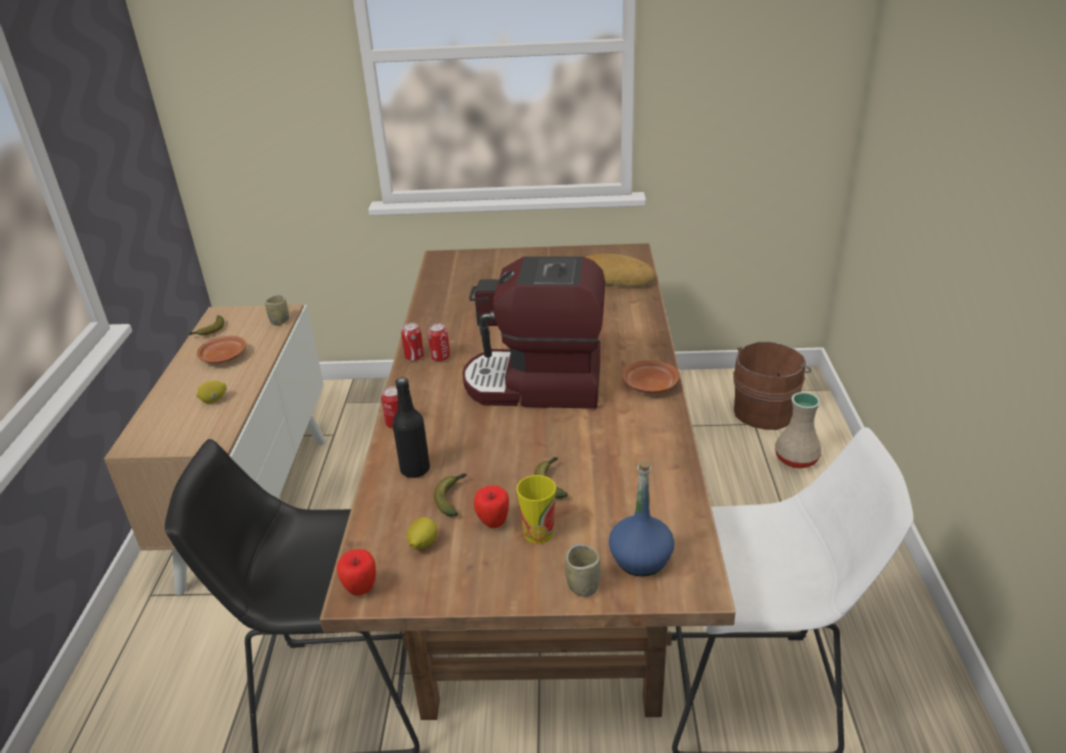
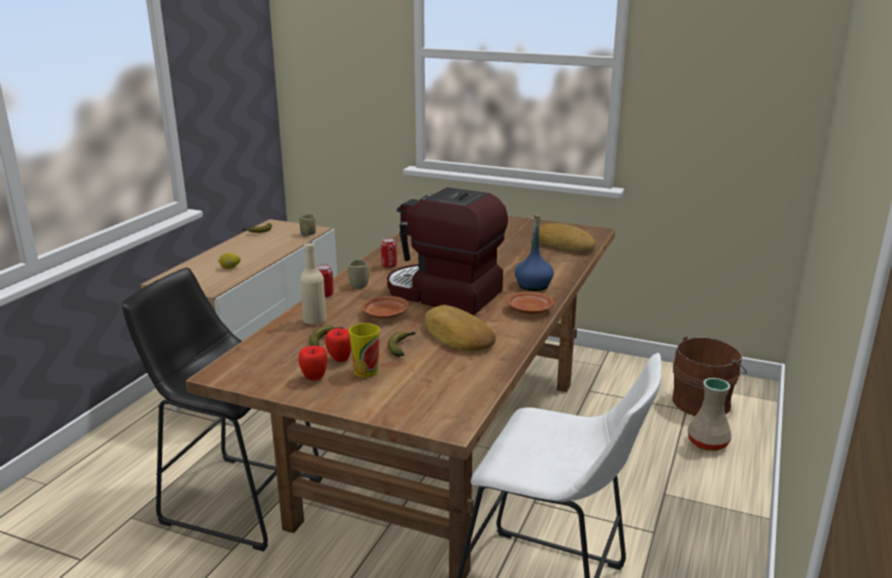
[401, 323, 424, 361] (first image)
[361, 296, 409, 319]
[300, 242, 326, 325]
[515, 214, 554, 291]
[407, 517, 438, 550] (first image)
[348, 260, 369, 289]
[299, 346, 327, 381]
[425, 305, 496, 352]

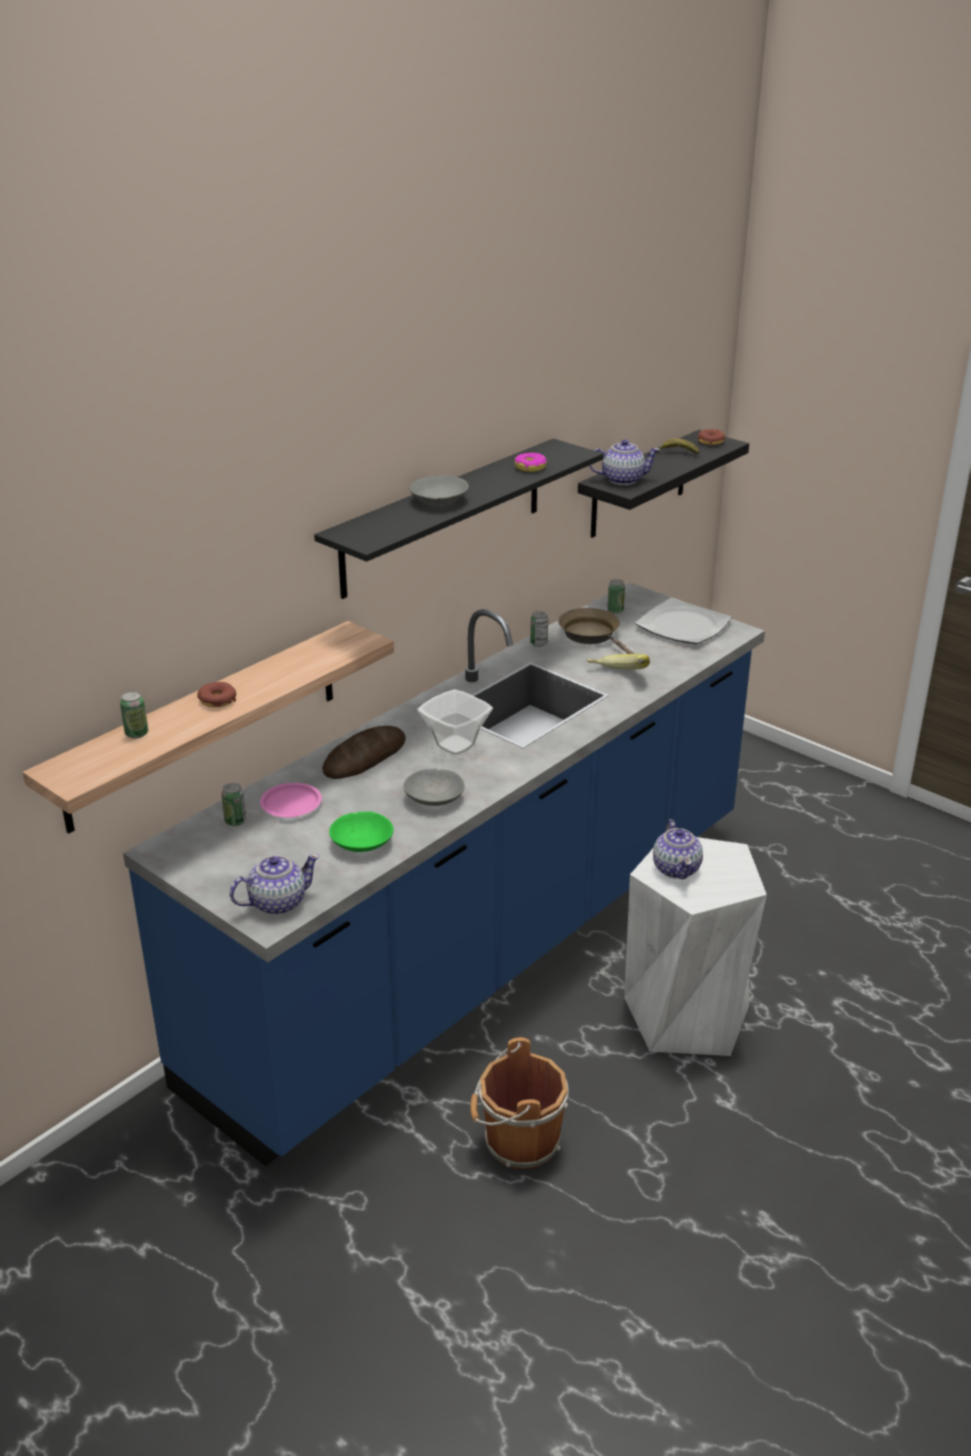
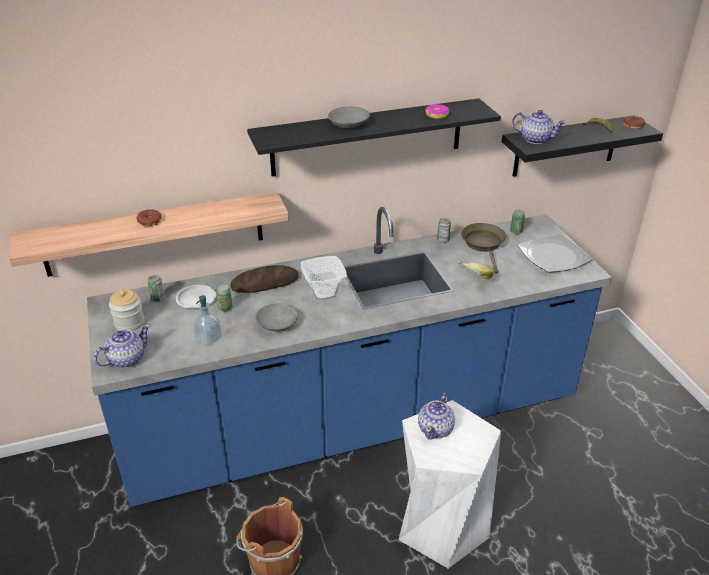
[216, 284, 233, 312]
[176, 284, 216, 308]
[192, 295, 222, 346]
[94, 324, 150, 368]
[109, 289, 145, 331]

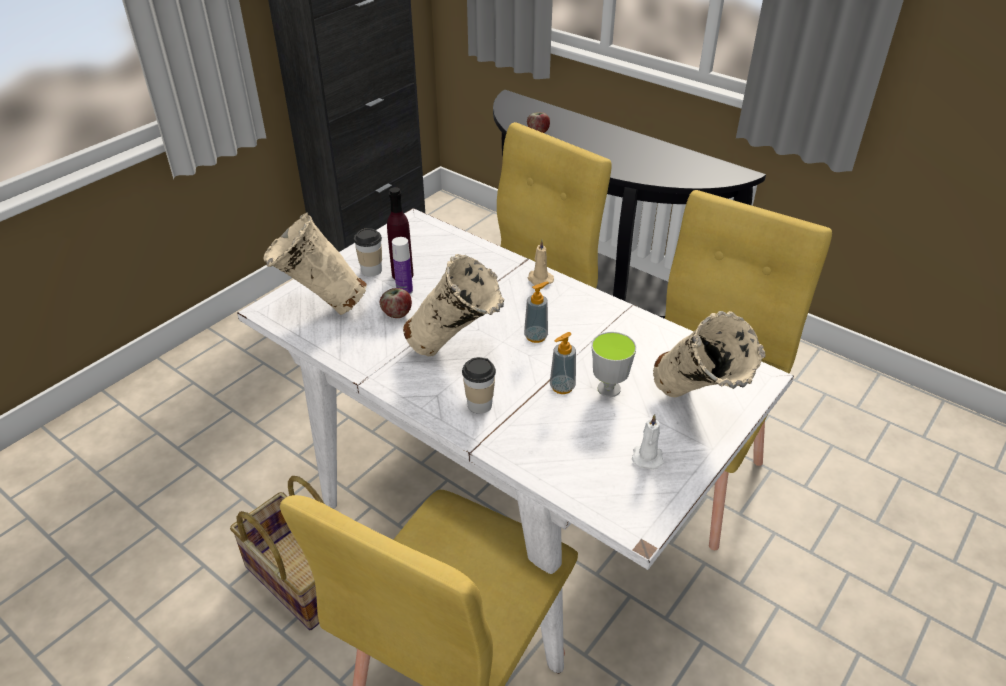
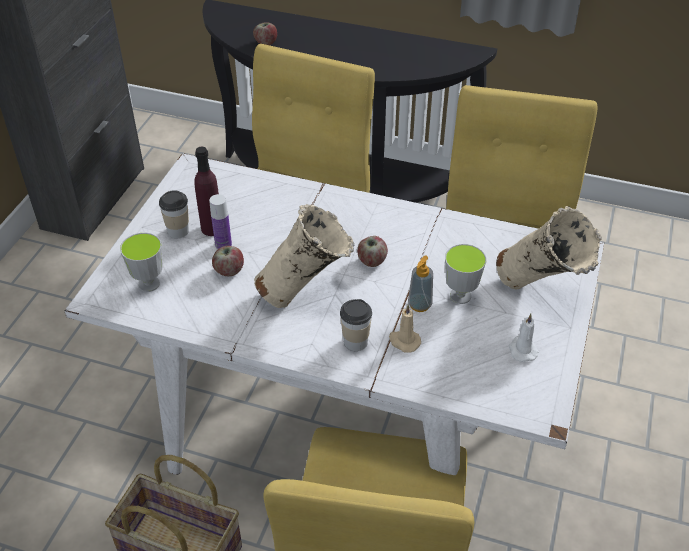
[120, 233, 162, 292]
[389, 305, 421, 353]
[357, 236, 388, 267]

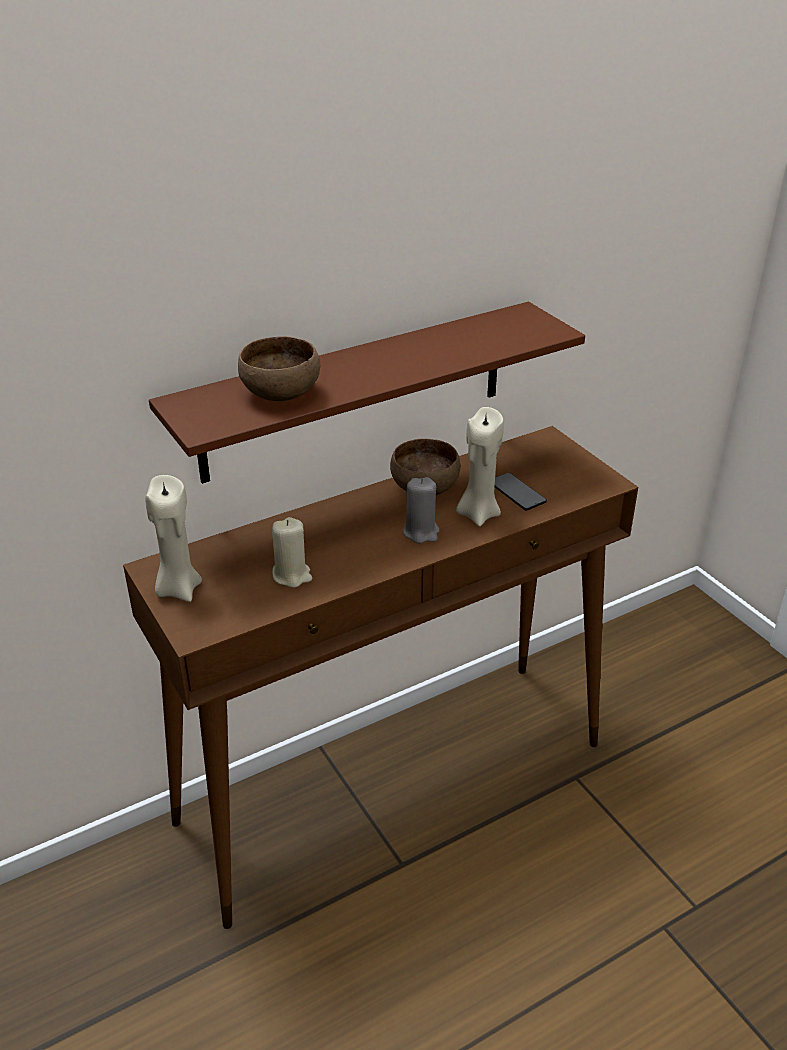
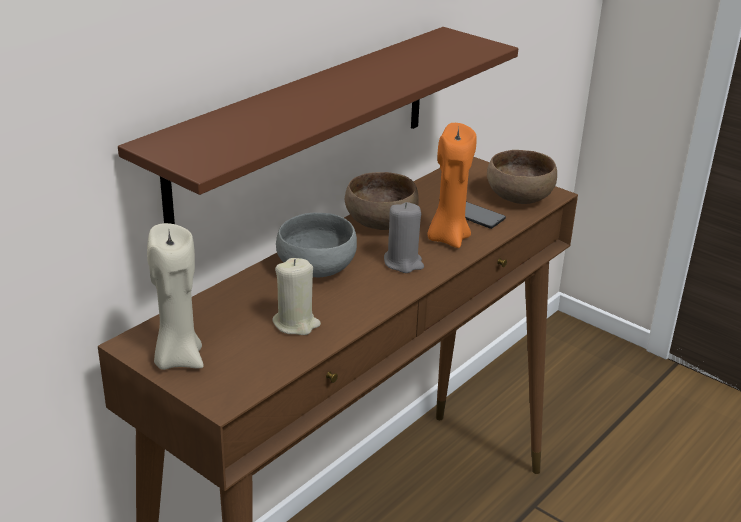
[487, 150, 557, 204]
[427, 123, 477, 248]
[276, 213, 357, 277]

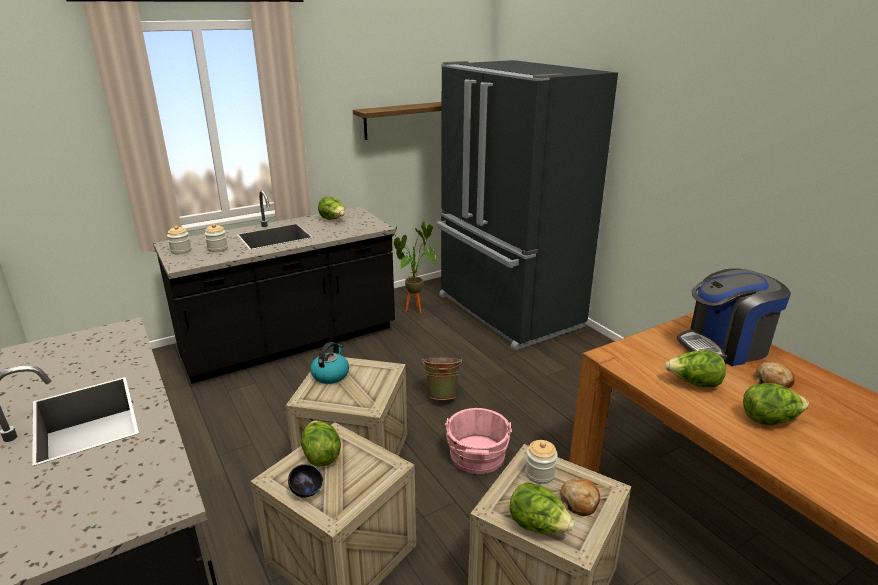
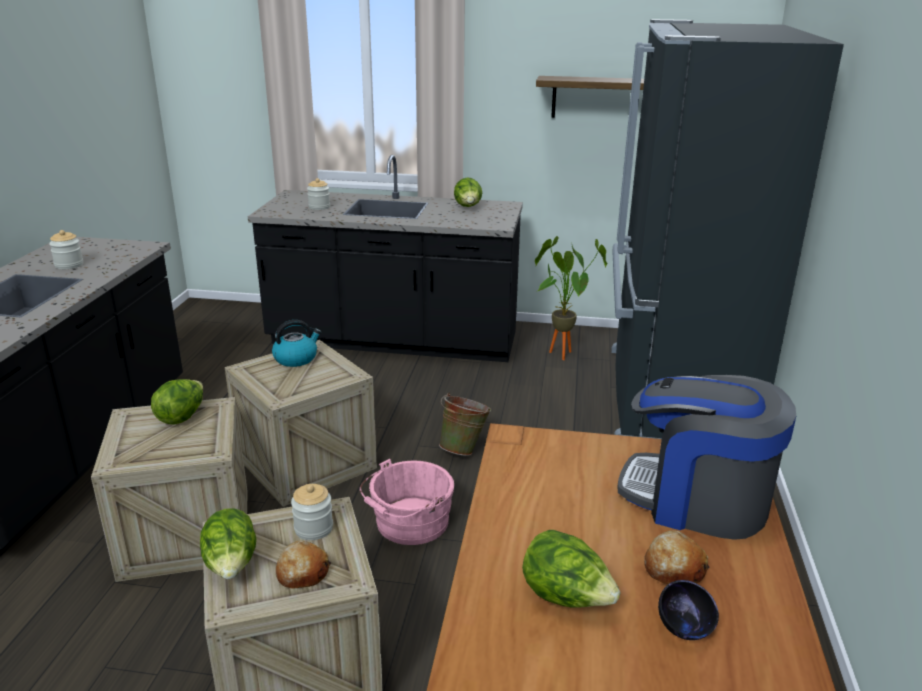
[49, 230, 83, 269]
[665, 350, 726, 387] (first image)
[658, 580, 719, 640]

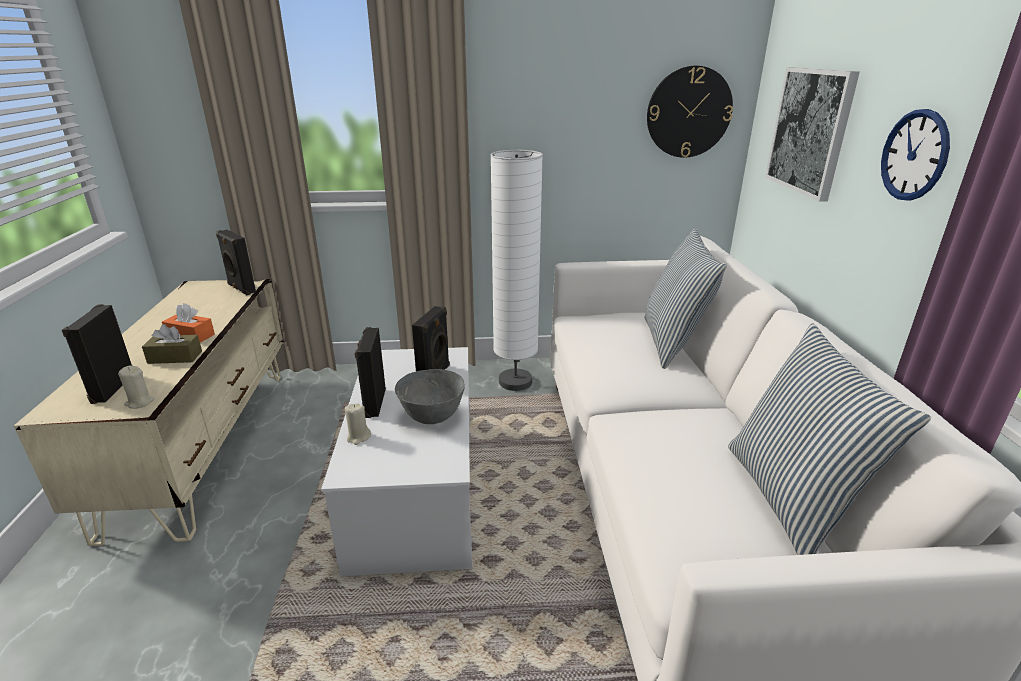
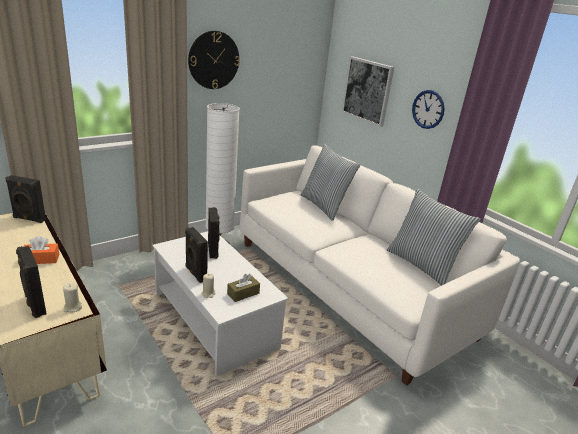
[188, 31, 240, 89]
[227, 274, 260, 302]
[395, 369, 465, 424] (first image)

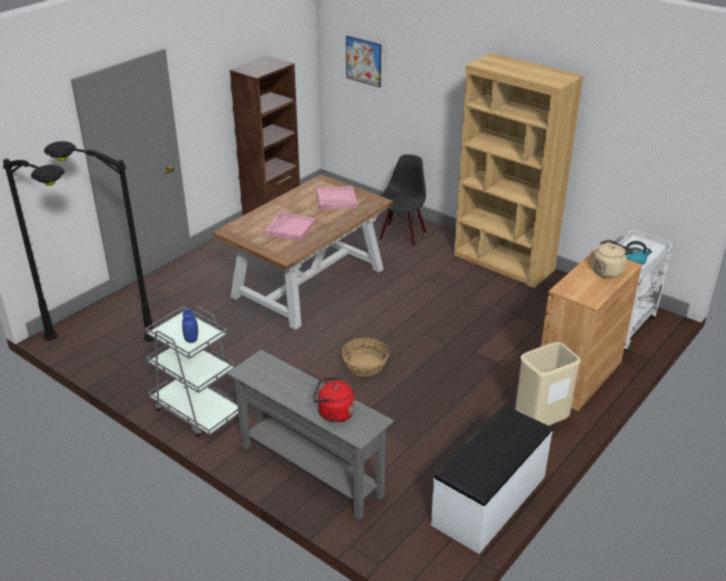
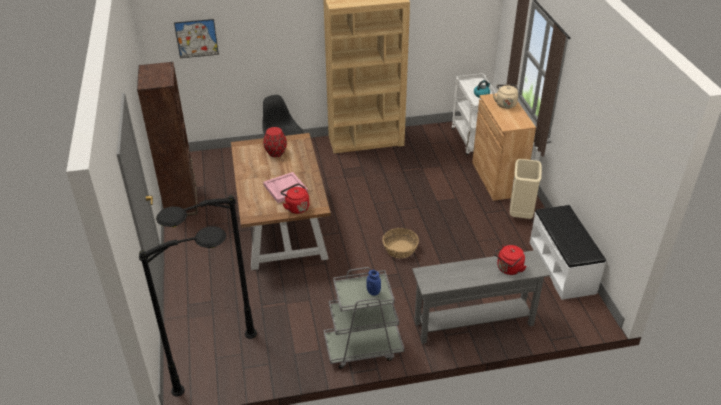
[263, 127, 287, 157]
[280, 183, 309, 214]

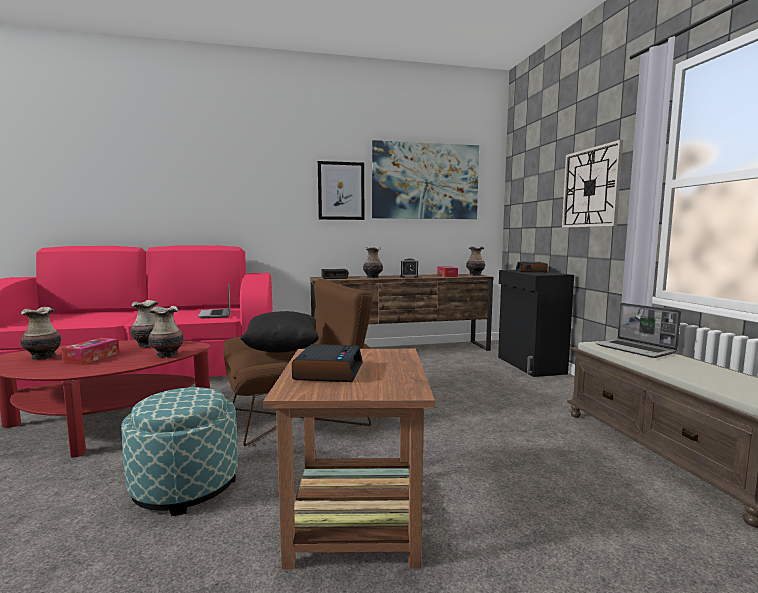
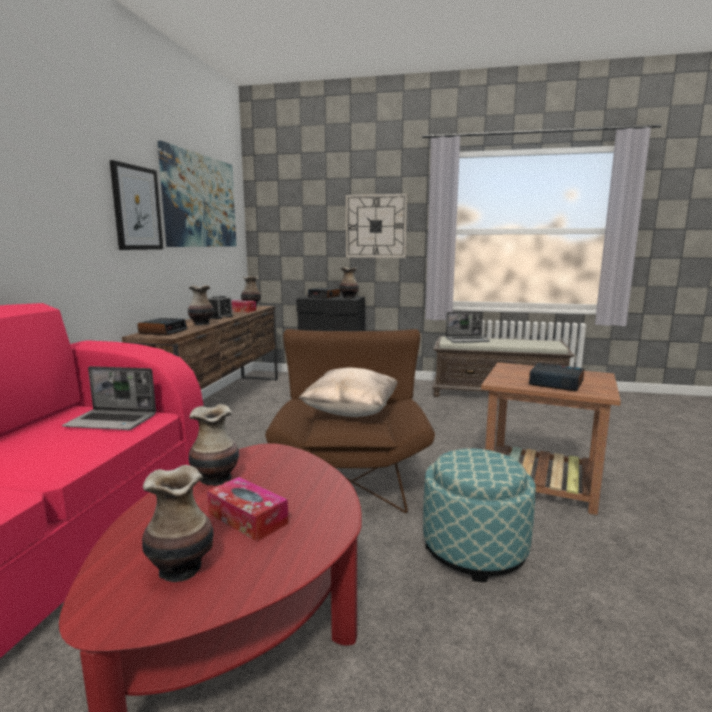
[339, 267, 359, 299]
[298, 368, 398, 417]

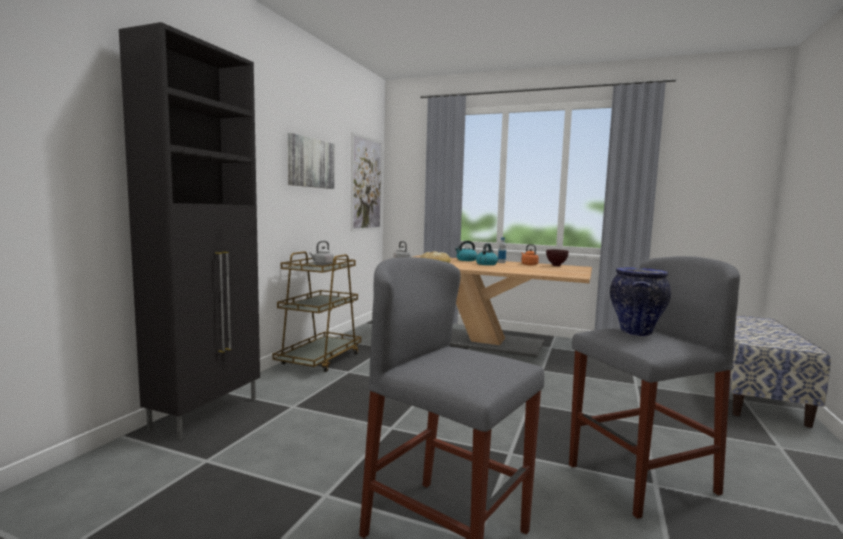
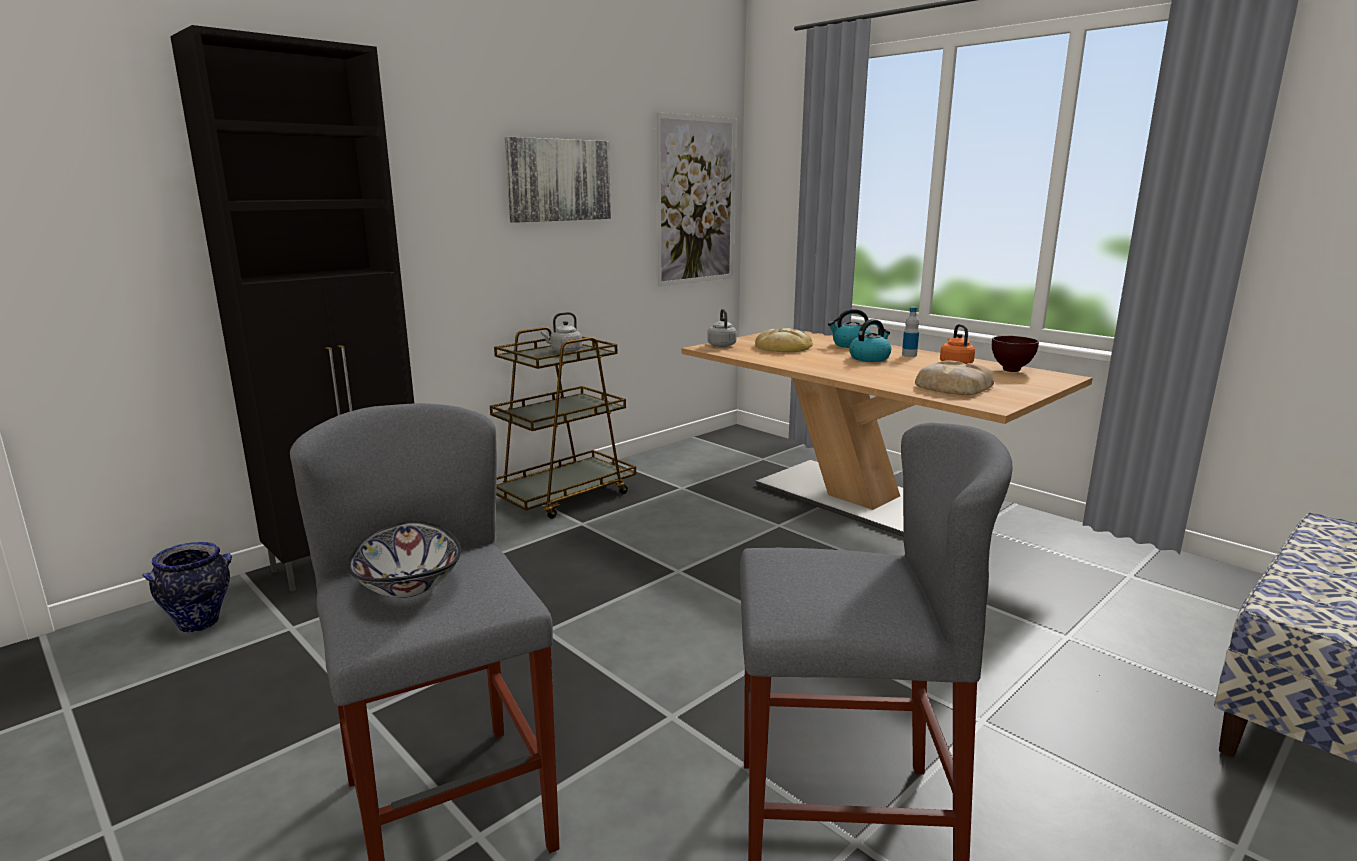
[142, 542, 232, 633]
[915, 360, 994, 395]
[348, 521, 461, 598]

